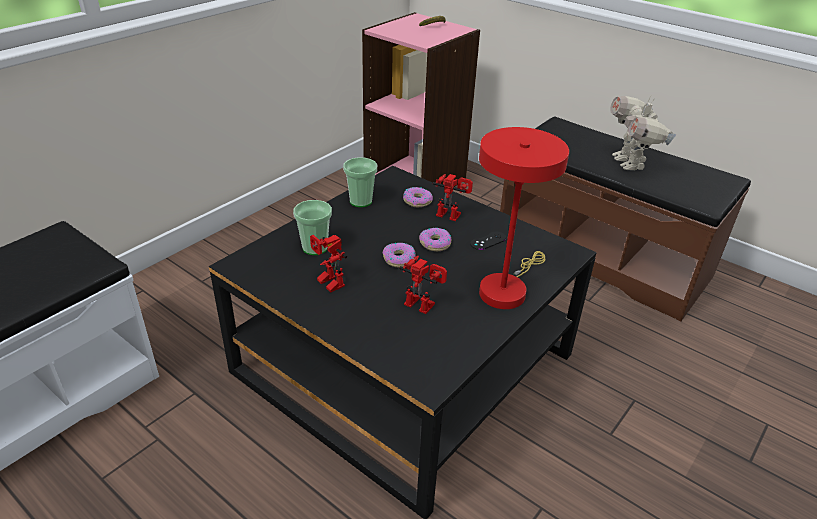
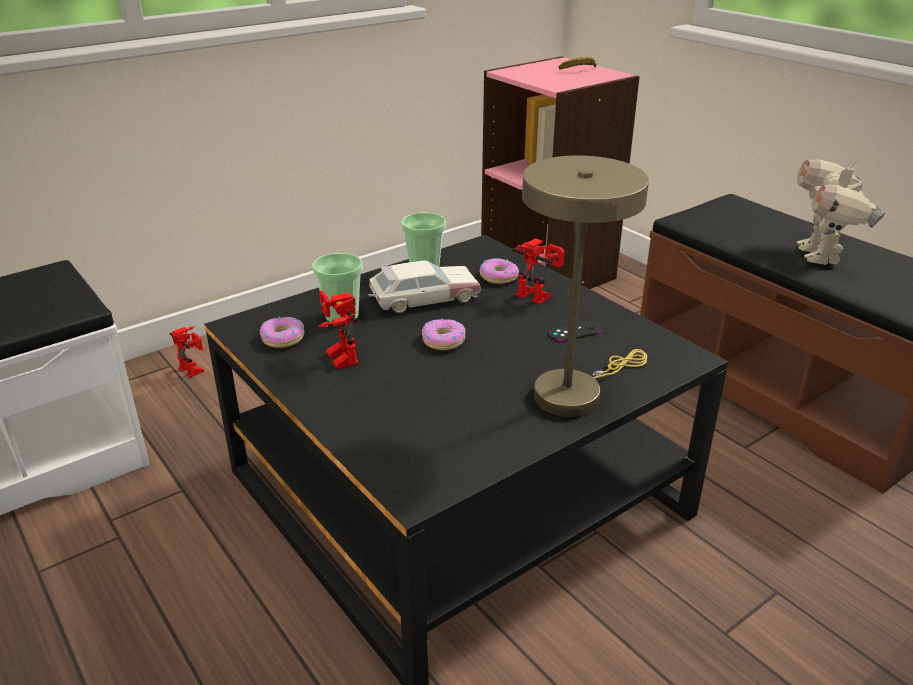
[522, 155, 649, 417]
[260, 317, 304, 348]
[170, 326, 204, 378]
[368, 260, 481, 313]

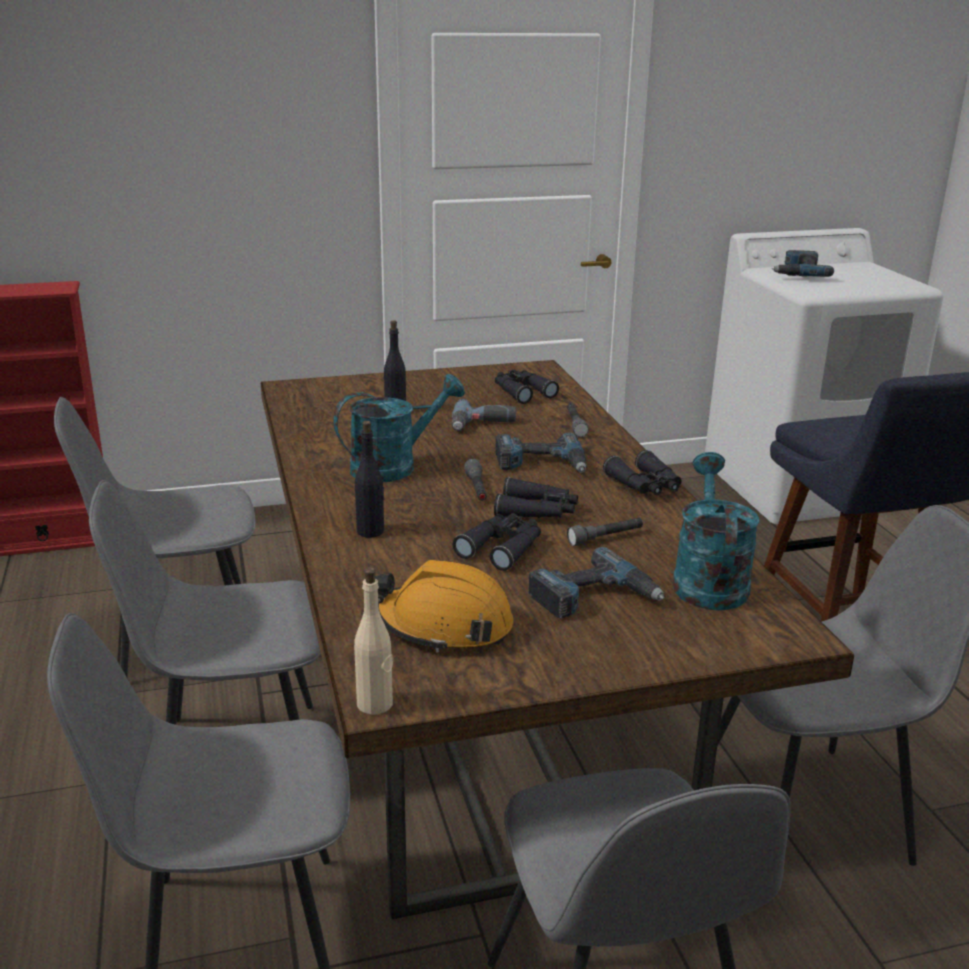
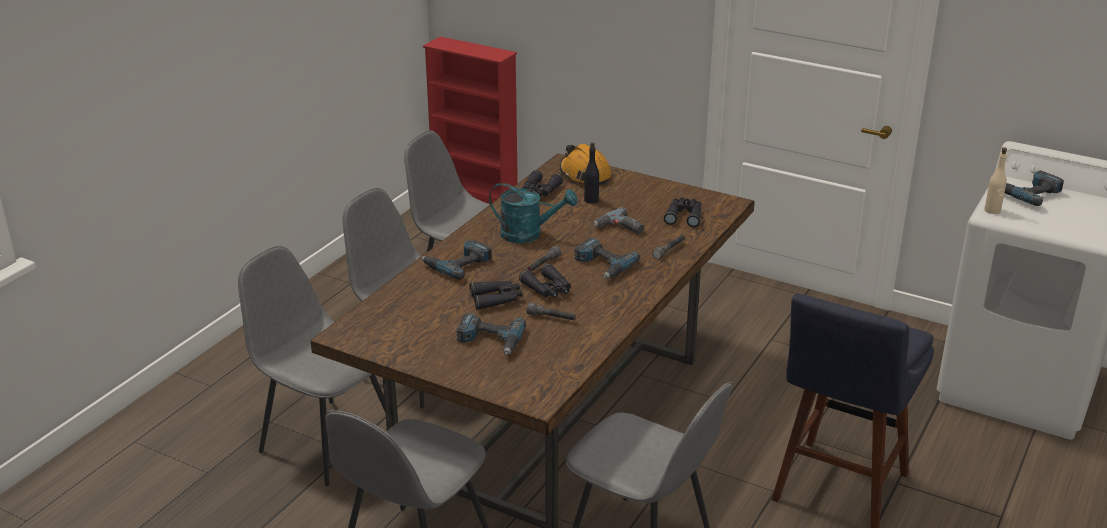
[421, 239, 492, 280]
[522, 170, 563, 196]
[673, 452, 760, 610] (first image)
[560, 144, 611, 185]
[984, 147, 1007, 214]

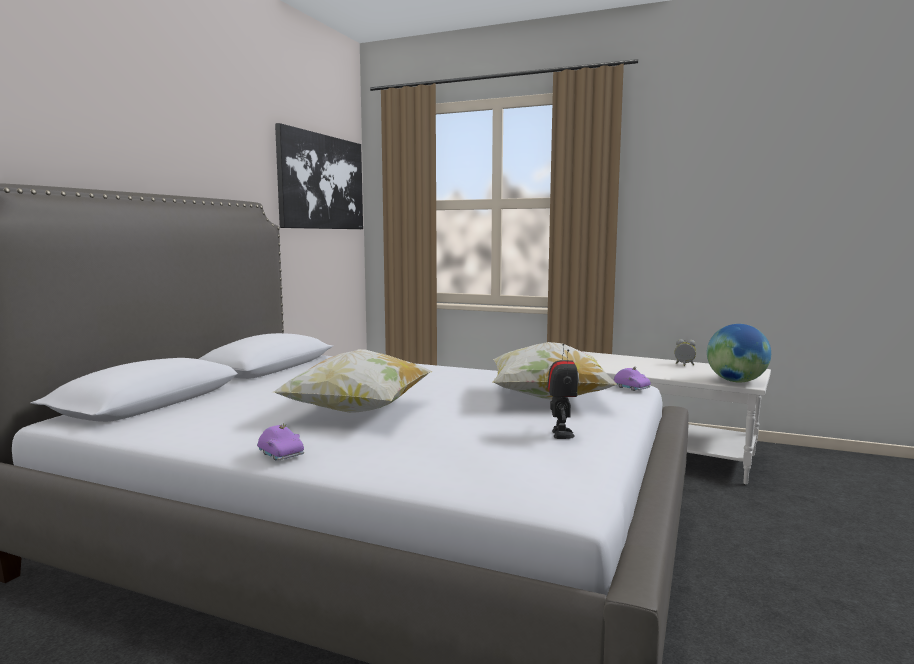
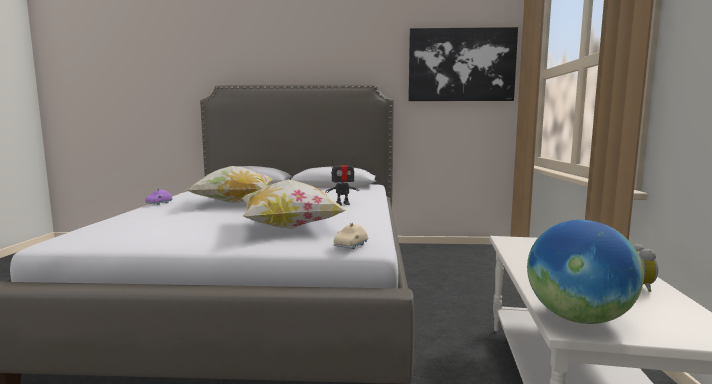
[325, 157, 359, 205]
[334, 223, 368, 249]

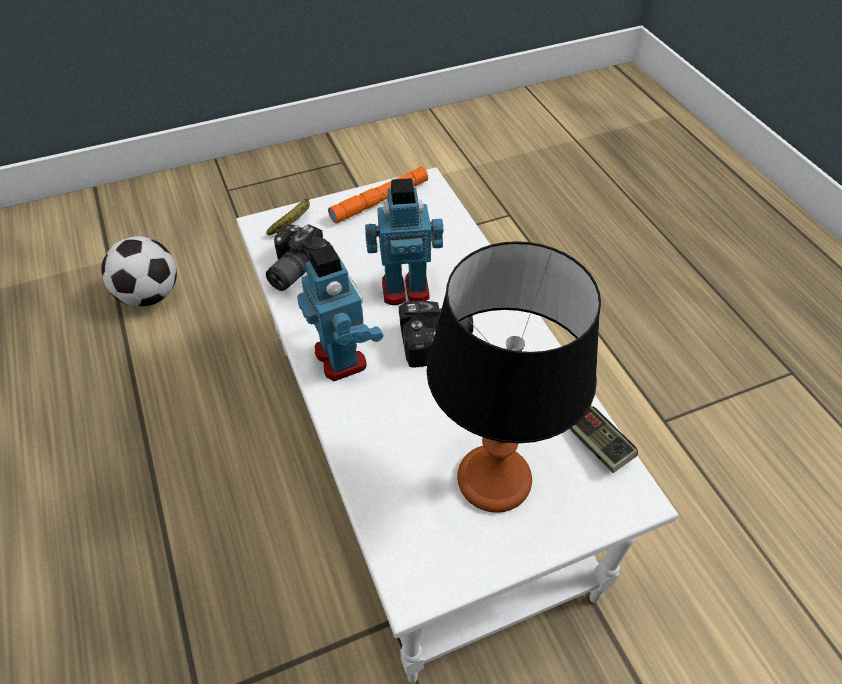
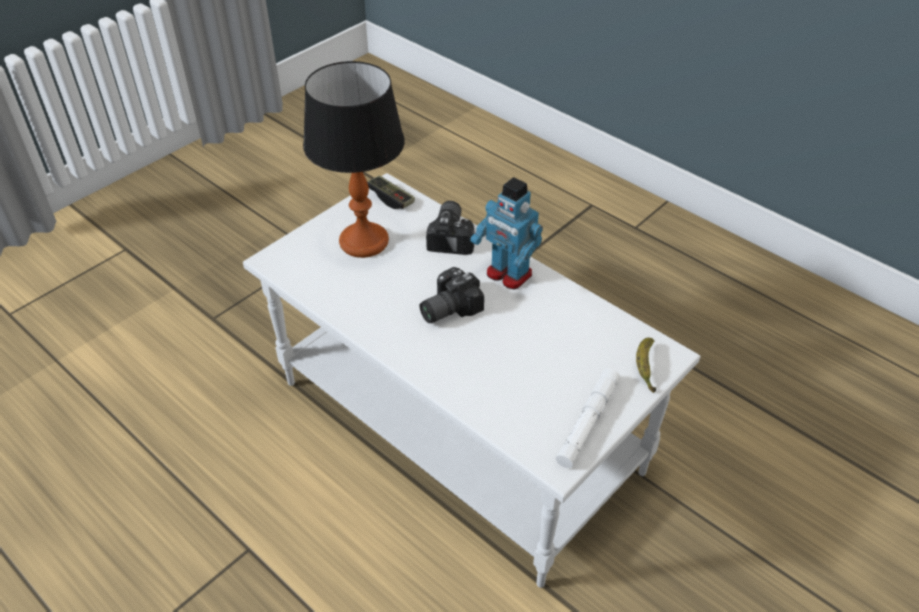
[556, 368, 620, 468]
[365, 178, 443, 305] (first image)
[426, 201, 474, 255]
[101, 236, 177, 307] (first image)
[367, 175, 415, 209]

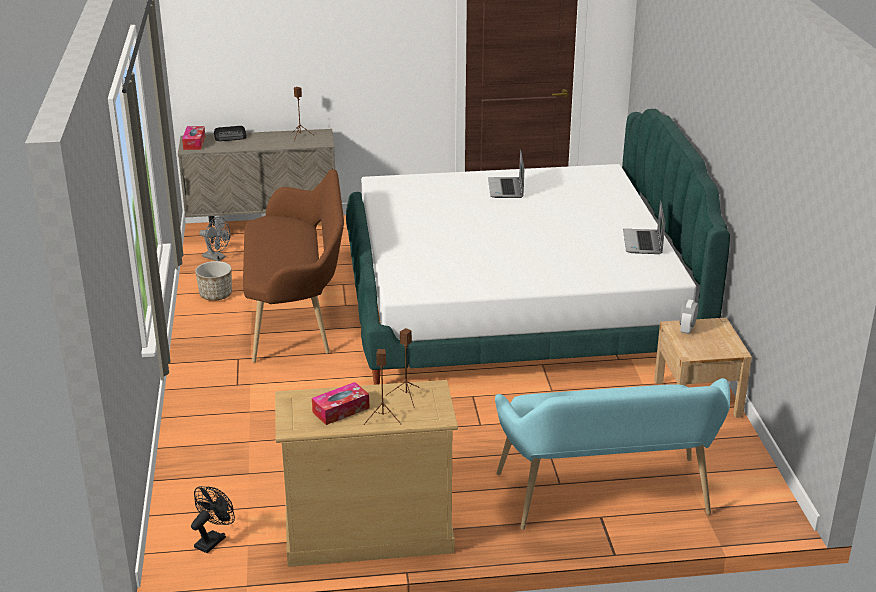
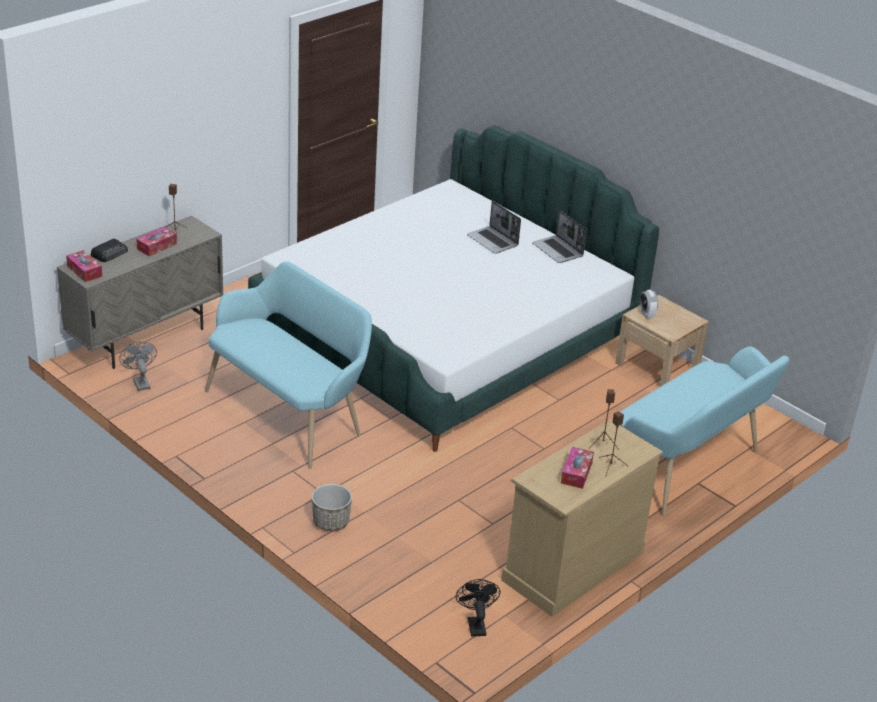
[467, 201, 521, 254]
[205, 261, 372, 469]
[119, 342, 157, 391]
[312, 484, 352, 531]
[136, 227, 177, 256]

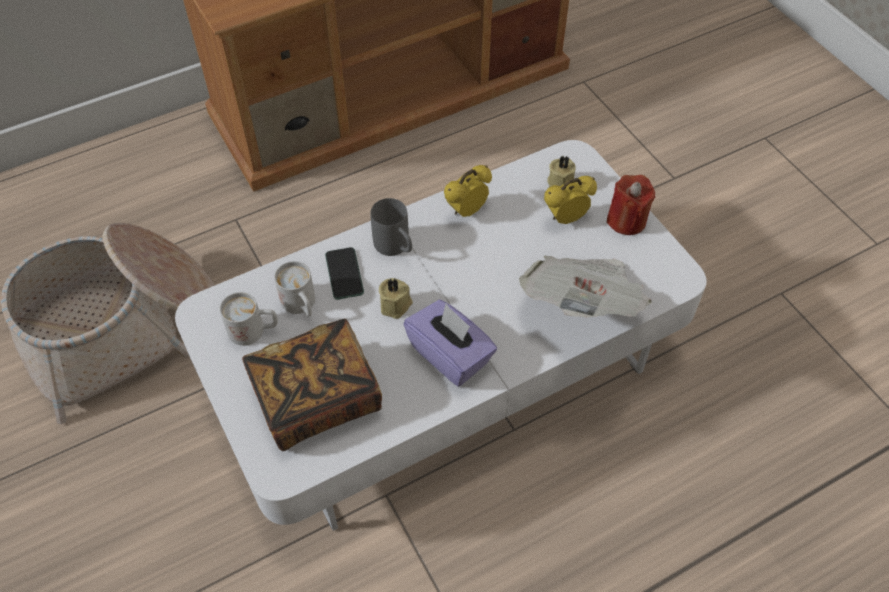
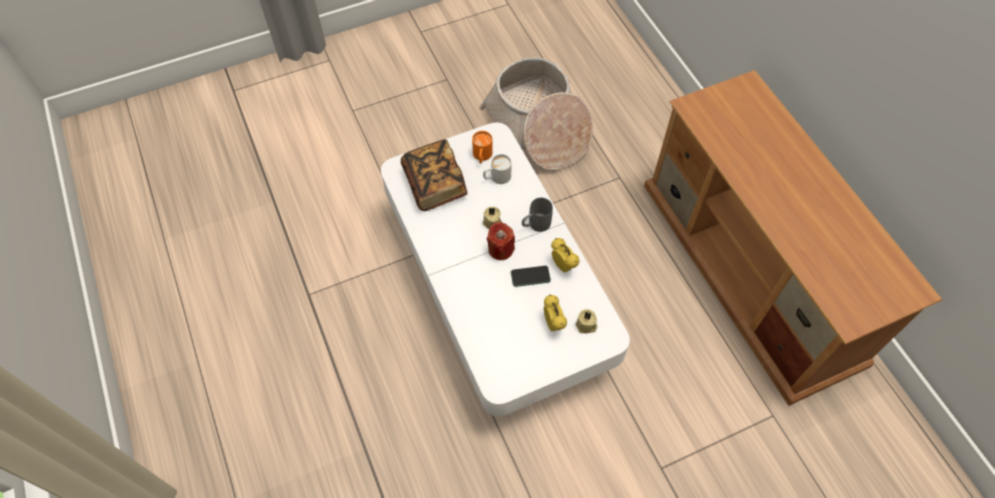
[487, 221, 515, 260]
[511, 266, 551, 287]
[519, 256, 652, 317] (first image)
[472, 131, 493, 164]
[404, 300, 497, 386] (first image)

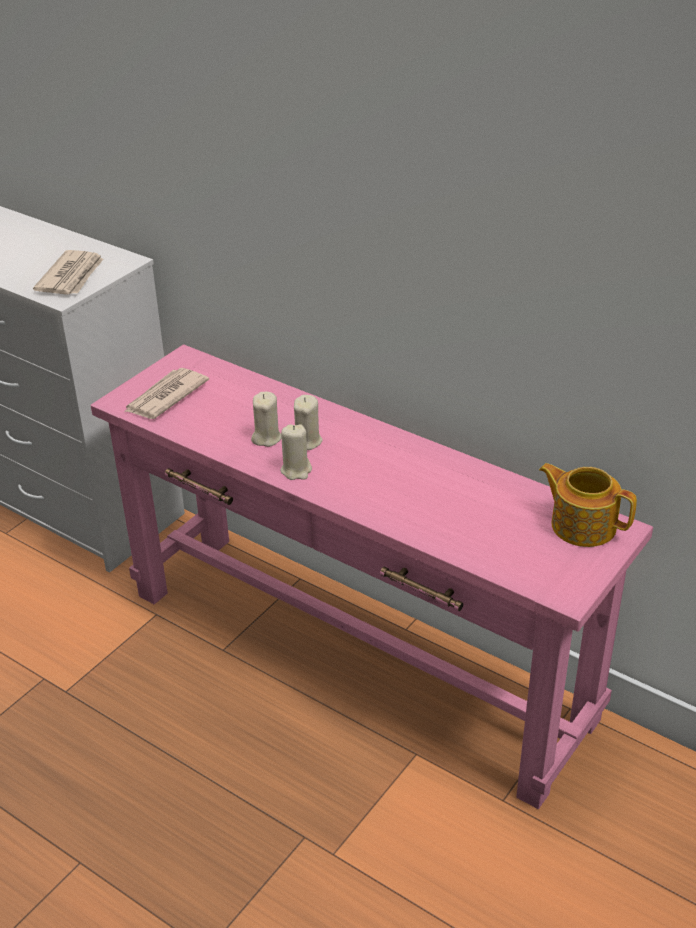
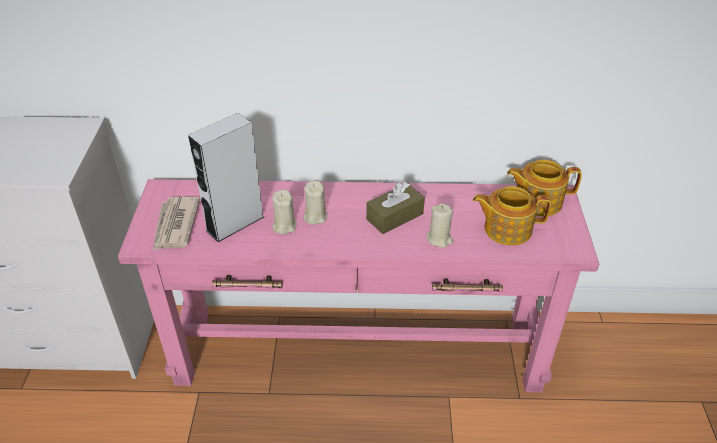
[33, 250, 104, 295] (first image)
[426, 203, 454, 248]
[188, 113, 264, 242]
[366, 182, 425, 234]
[473, 186, 551, 246]

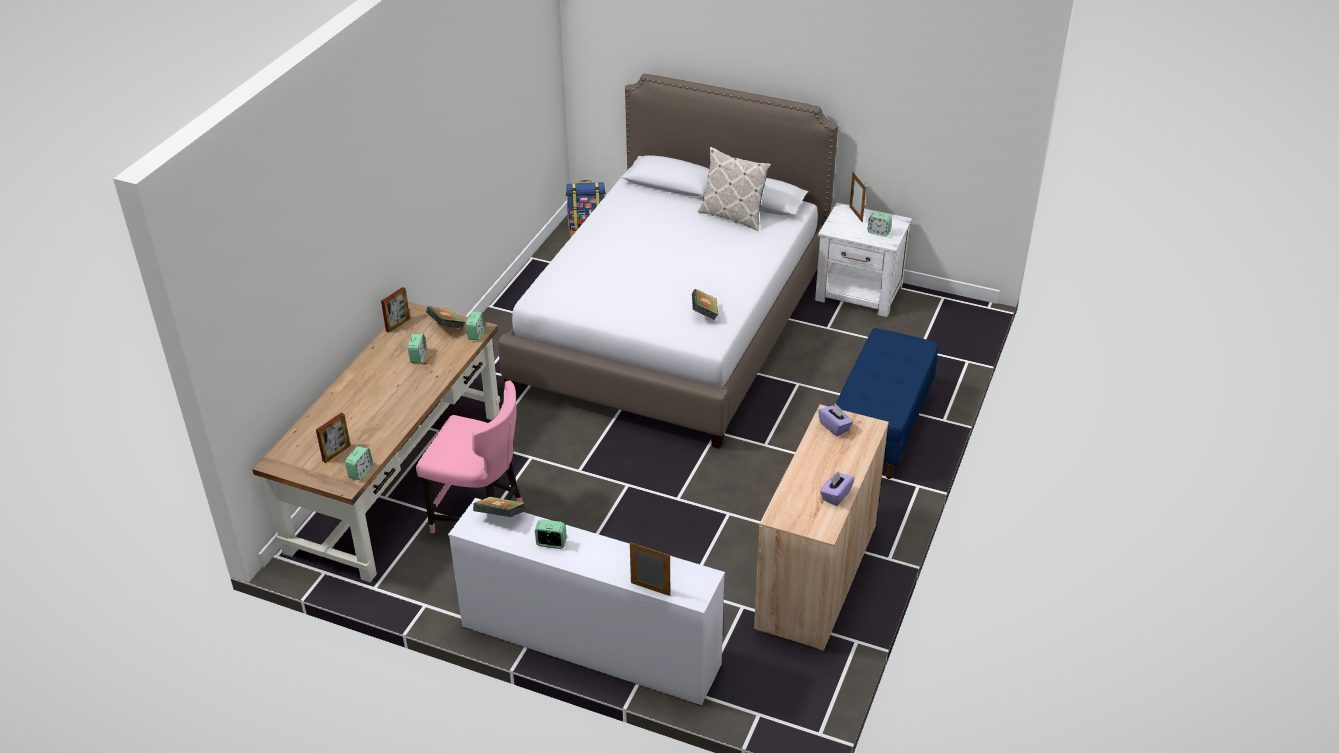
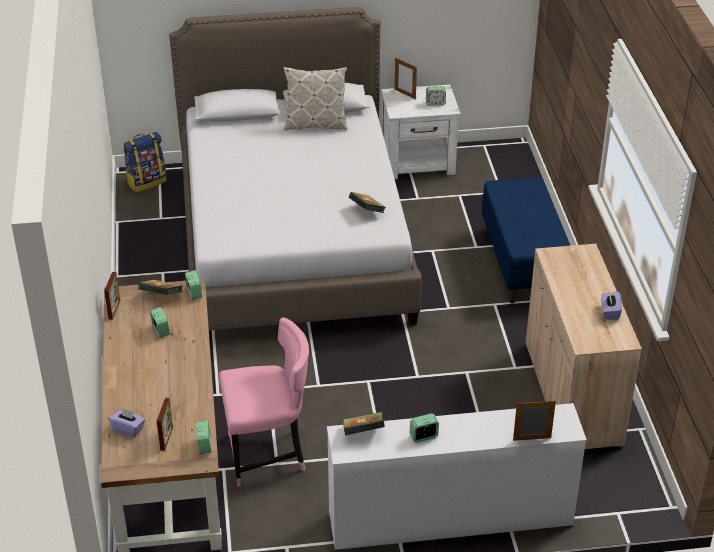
[109, 407, 145, 438]

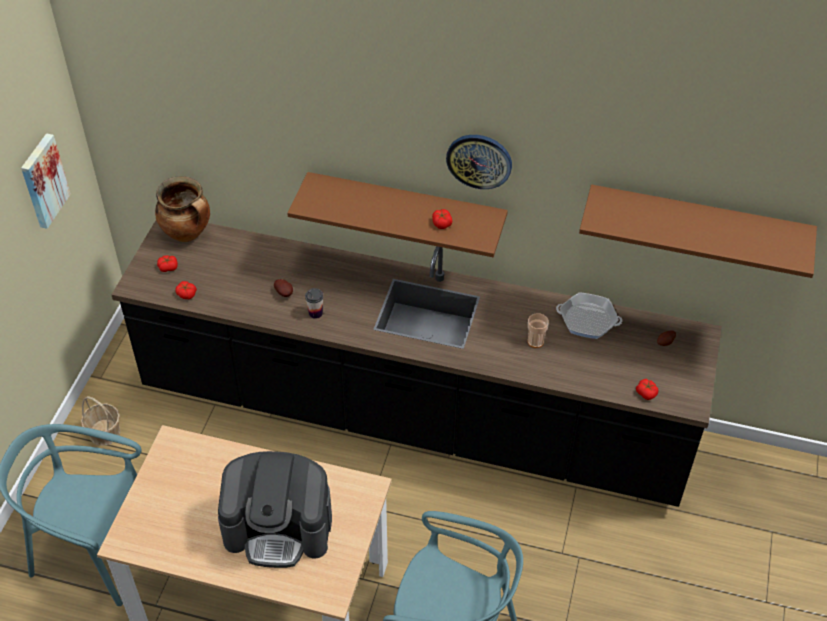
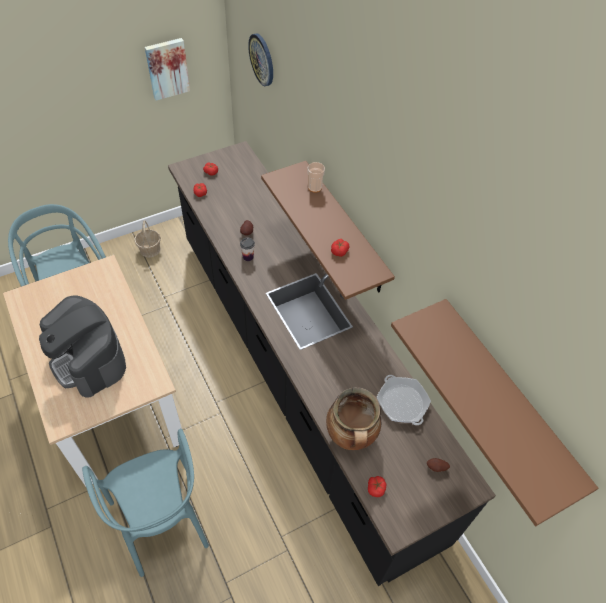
[248, 33, 273, 86]
[326, 387, 381, 450]
[307, 162, 325, 193]

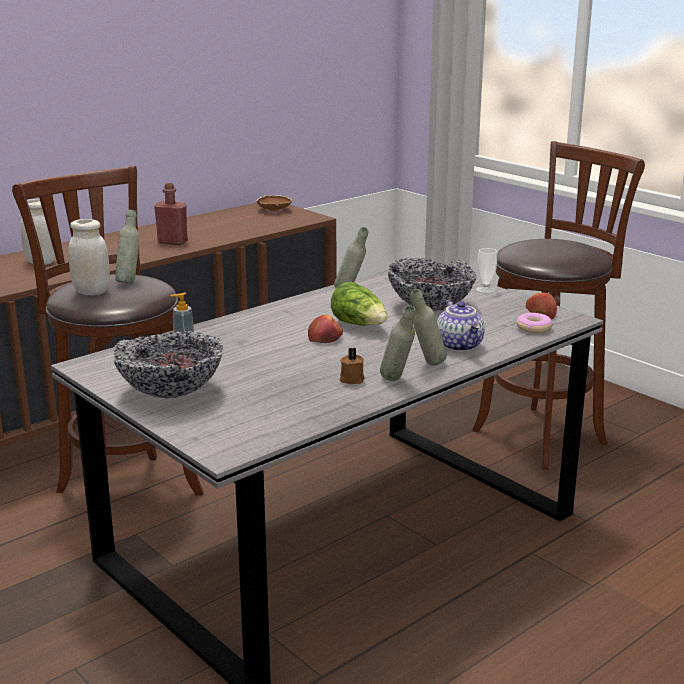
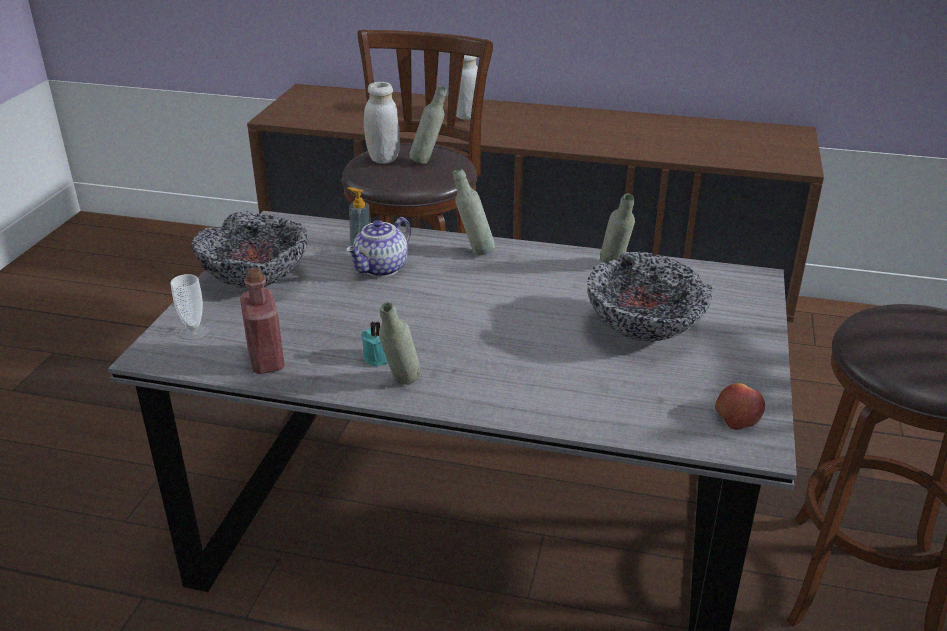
[240, 268, 285, 374]
[256, 195, 292, 211] (first image)
[170, 274, 209, 340]
[331, 282, 387, 325] (first image)
[453, 169, 495, 256]
[346, 217, 411, 277]
[516, 313, 553, 333] (first image)
[308, 315, 343, 343] (first image)
[361, 321, 388, 366]

